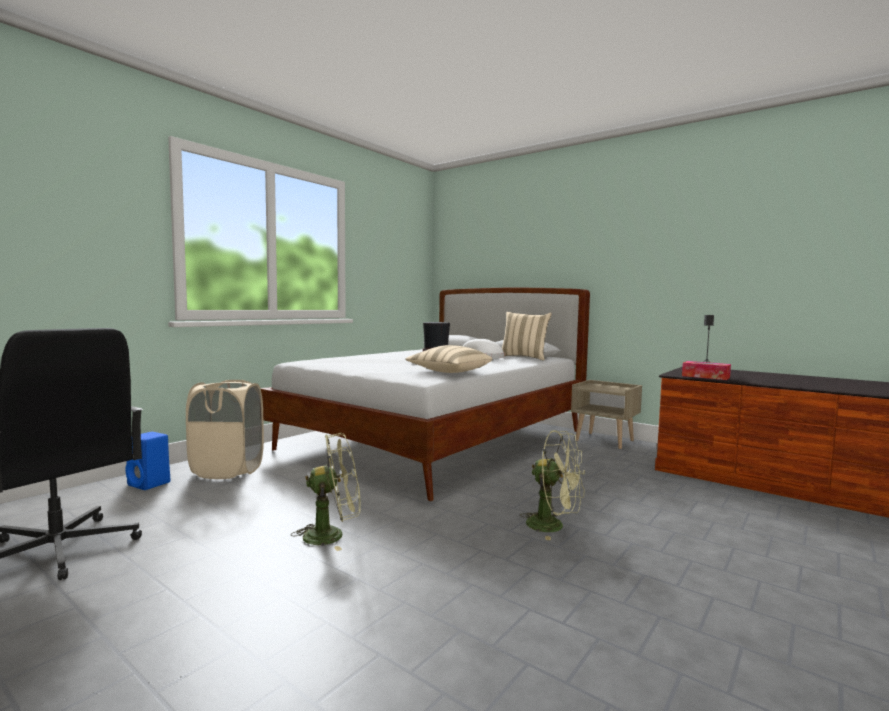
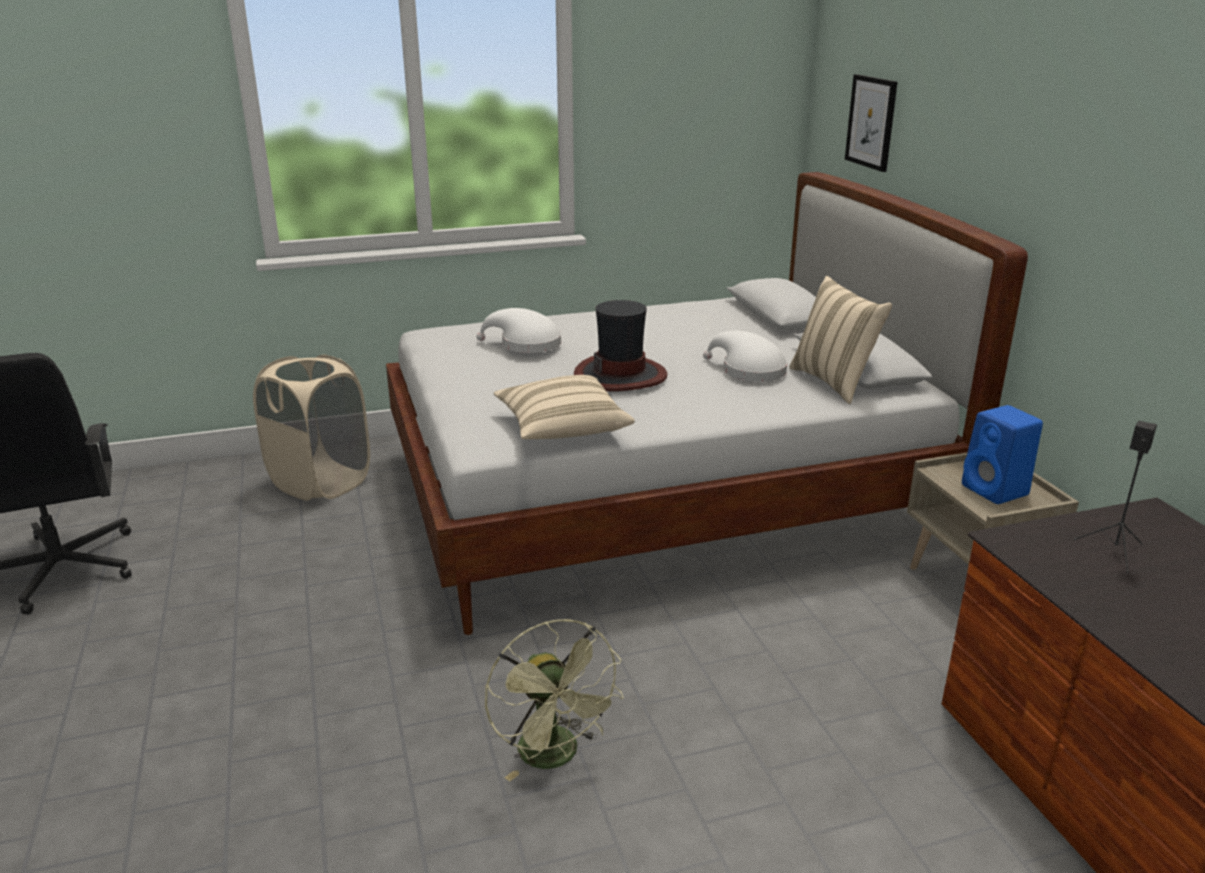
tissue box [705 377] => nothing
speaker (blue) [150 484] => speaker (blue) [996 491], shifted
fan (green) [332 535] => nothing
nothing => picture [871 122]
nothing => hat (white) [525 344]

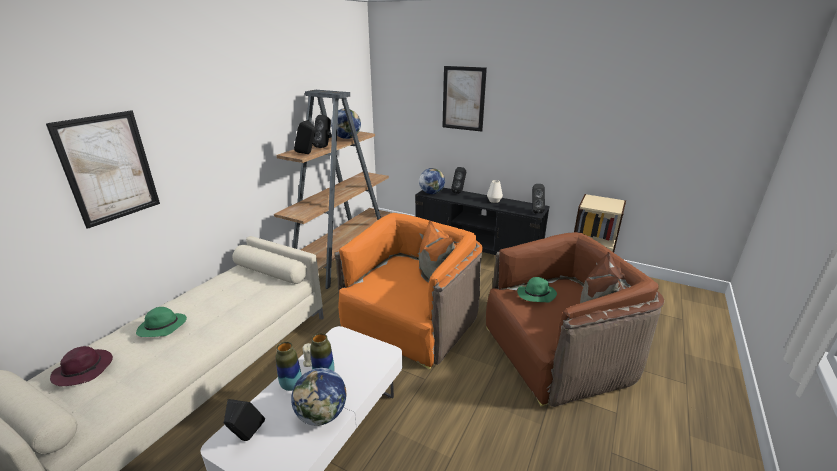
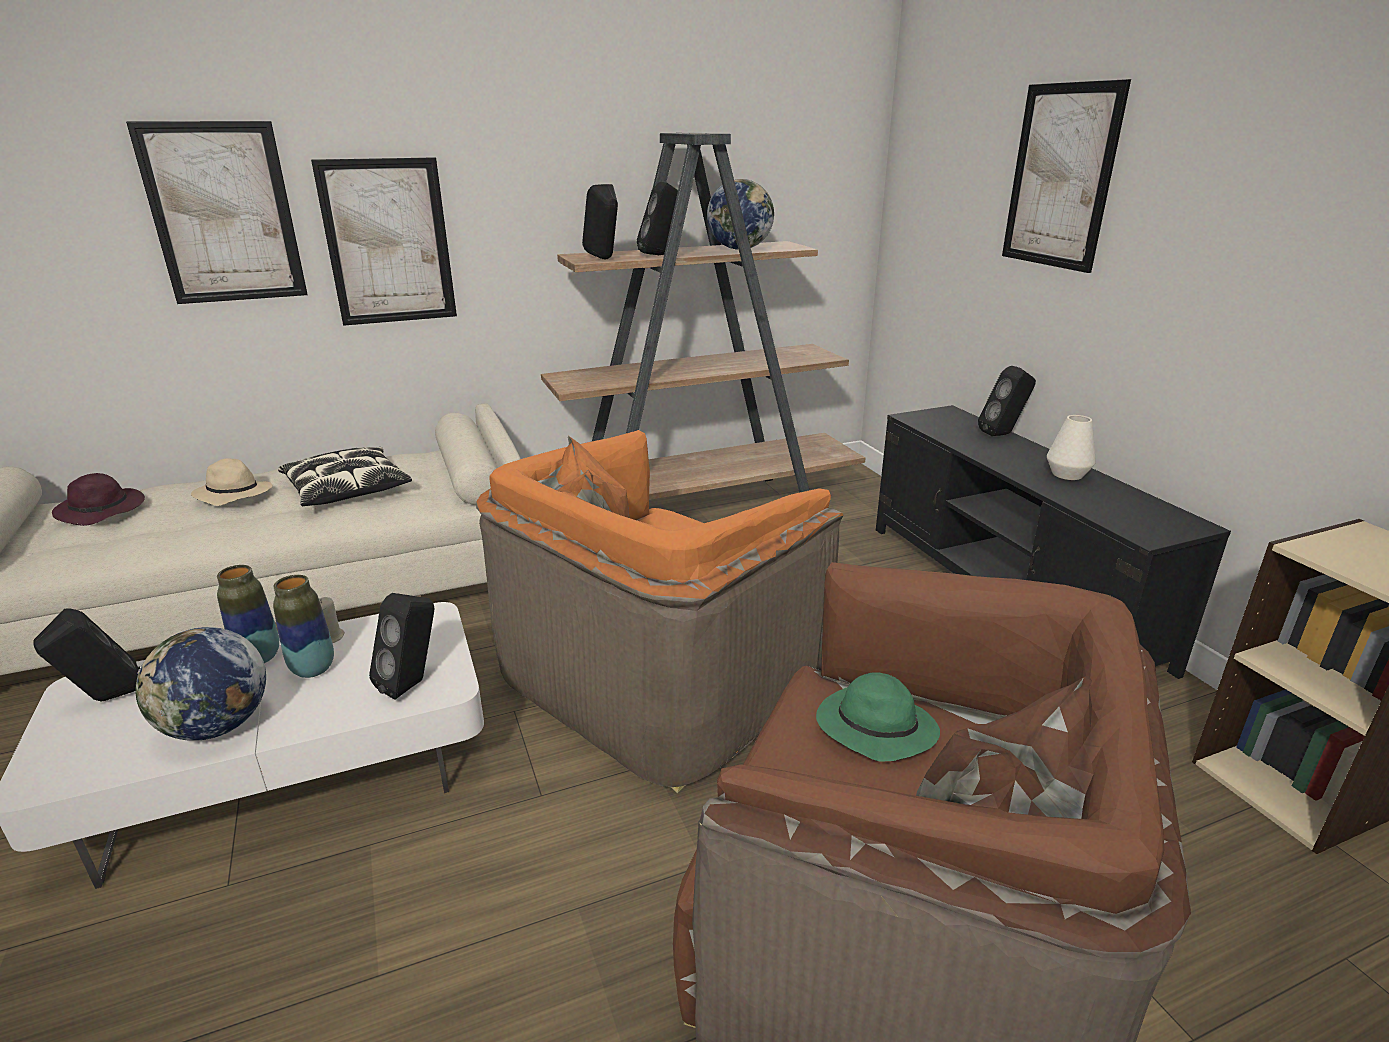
globe [431 193] => nothing
speaker (black) [535 211] => speaker (black) [413 684], shifted
armchair (orange) [411 321] => armchair (orange) [661 676], 150 degrees clockwise
hat (green) [161 327] => hat (beige) [232 494]
nothing => picture [388 242]
nothing => pillow [347 489]

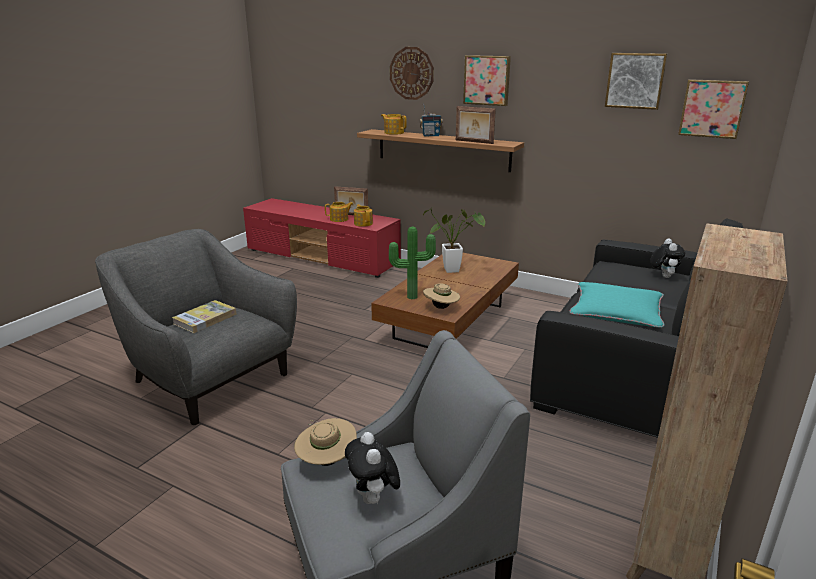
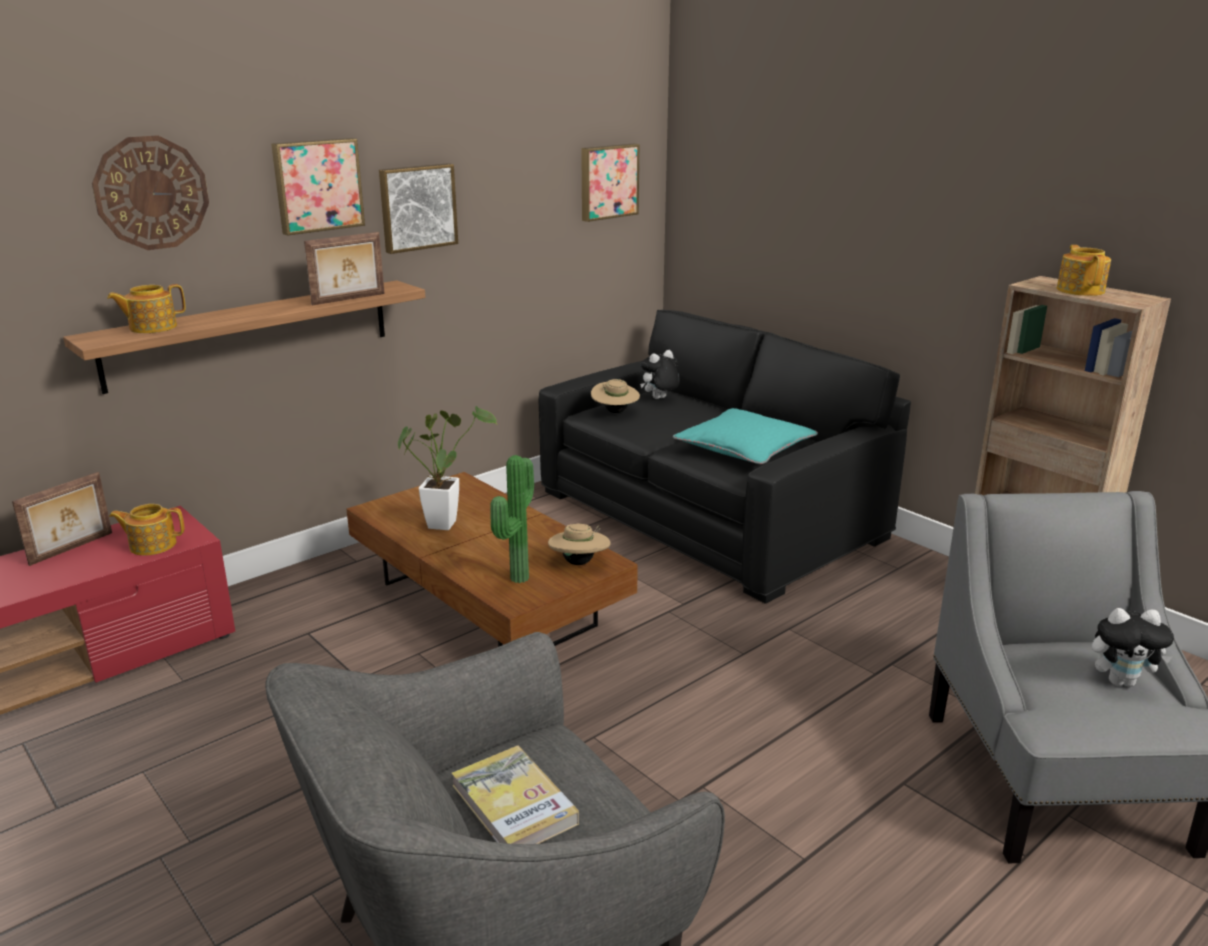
picture [635 80] => picture [417 207], shifted
radio [431 135] => nothing
teapot [339 219] => teapot [1080 290], shifted
plush toy [663 276] => plush toy [659 399], 60 degrees counterclockwise
hat (beige) [326 460] => hat (beige) [615 412], shifted

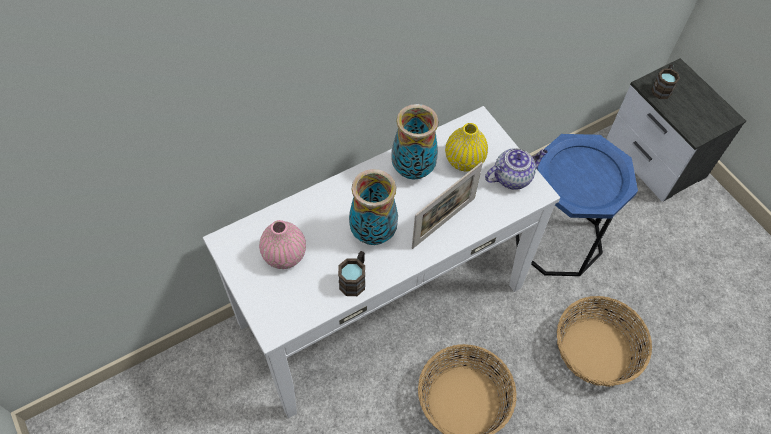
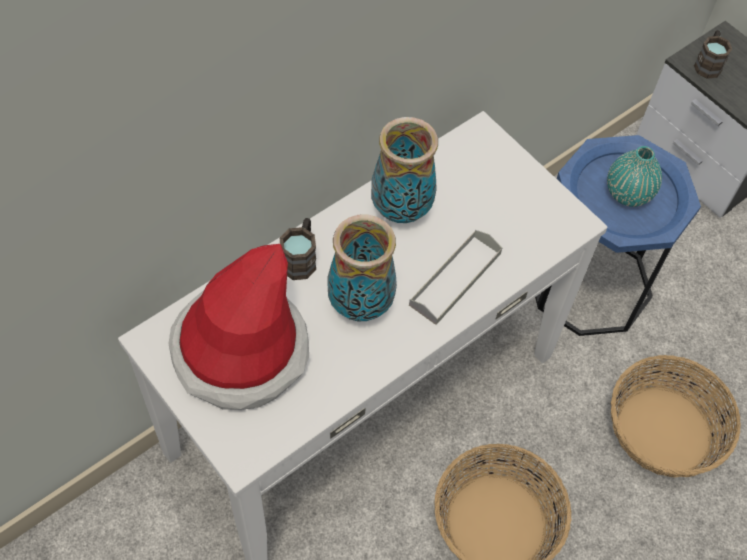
vase (yellow) [464 160] => nothing
teapot [512 177] => nothing
picture frame [443 222] => tray (grey) [455 279]
vase (pink) [284 255] => hat [240 350]
mug (brown) [354 279] => mug (brown) [301 258], shifted
nothing => vase (turquoise) [628 193]

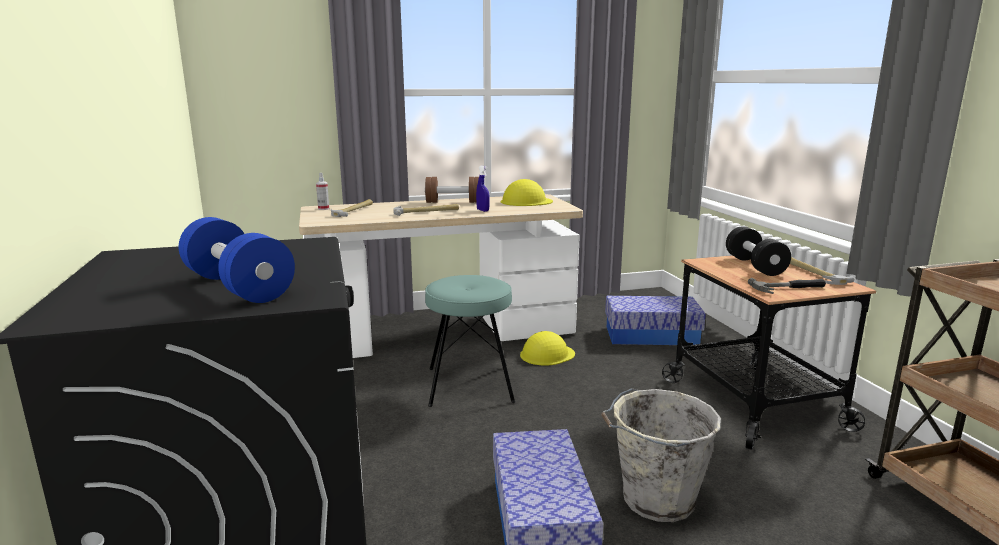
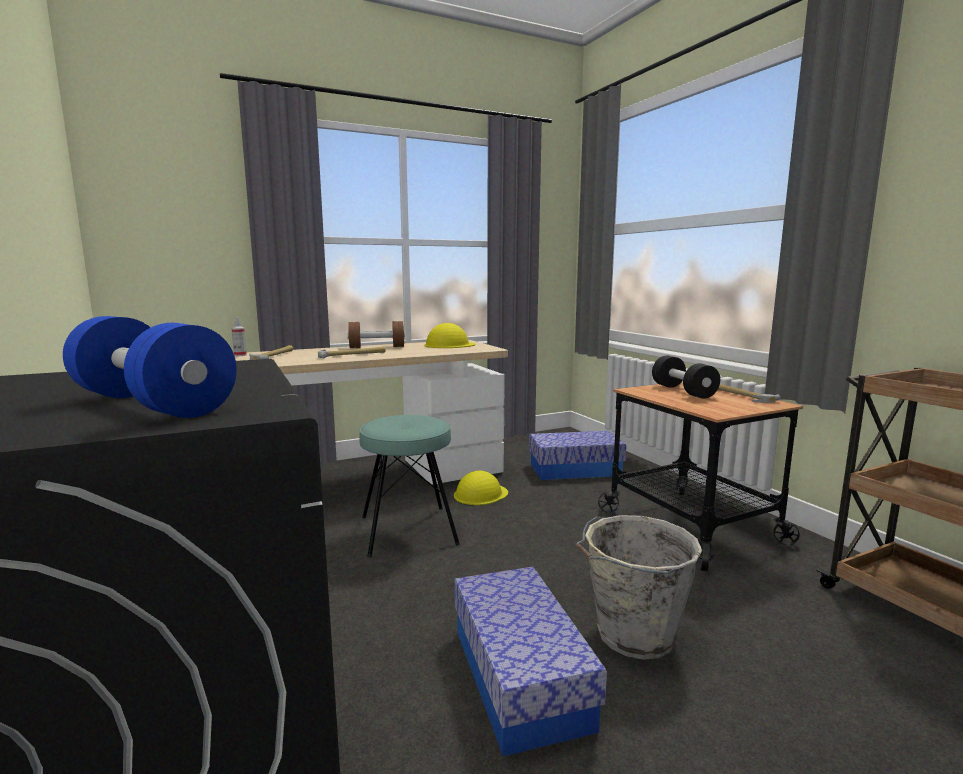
spray bottle (blue) [482 210] => nothing
hammer [789 288] => nothing

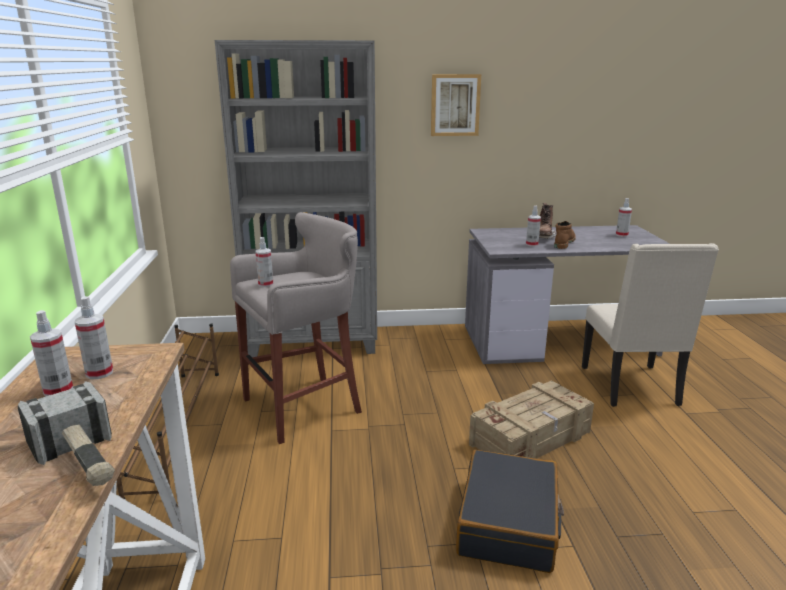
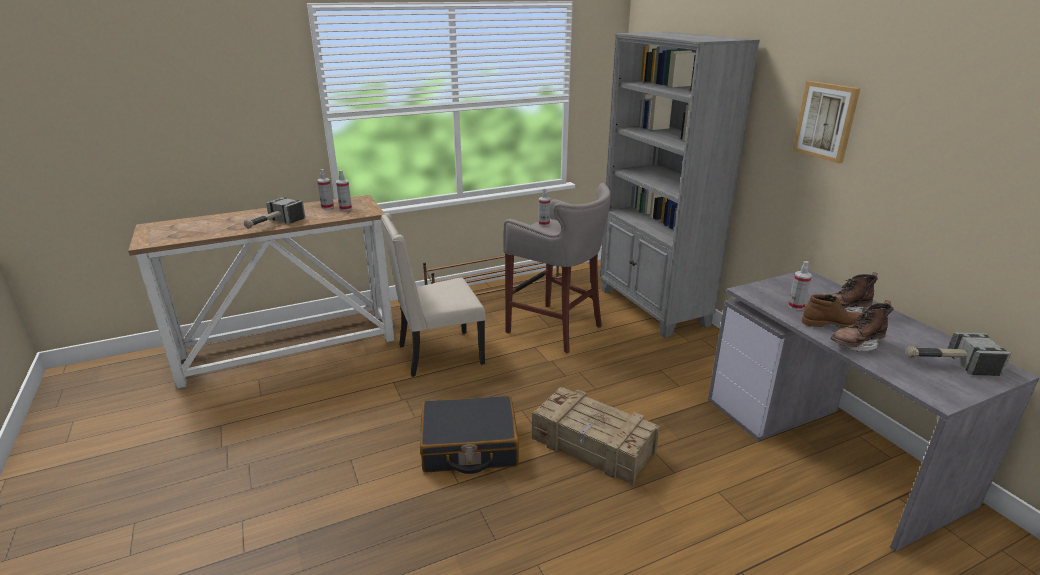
spray bottle [621 235] => hammer [947 364]
chair (beige) [631 387] => chair (beige) [438 354], shifted
nothing => boot (brown) [856 345]

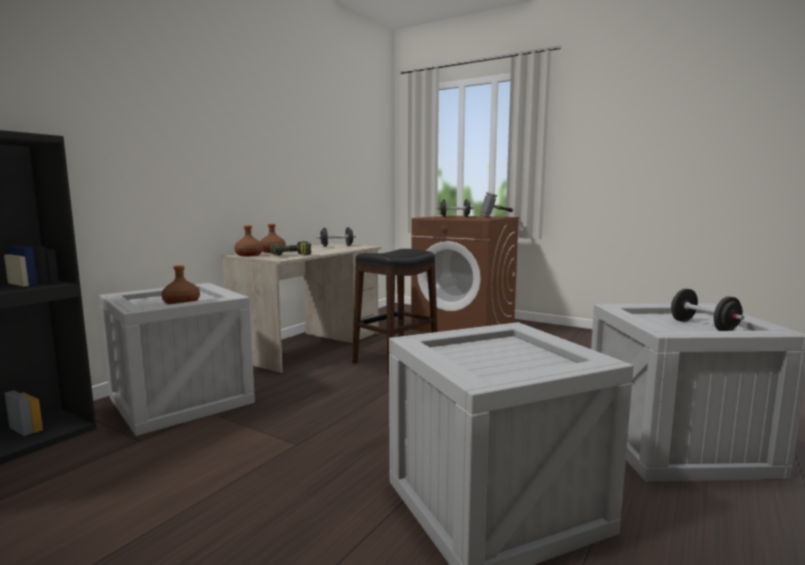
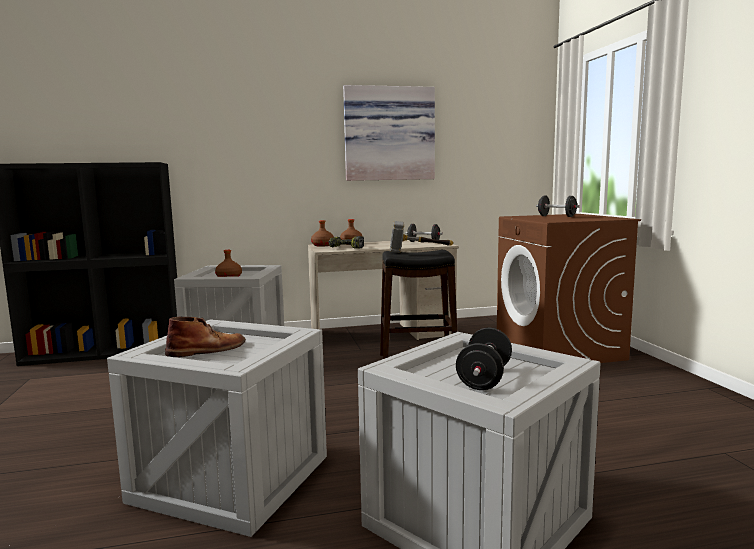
hammer [497 217] => hammer [418 252], shifted
nothing => picture [388 134]
nothing => boot (brown) [208 350]

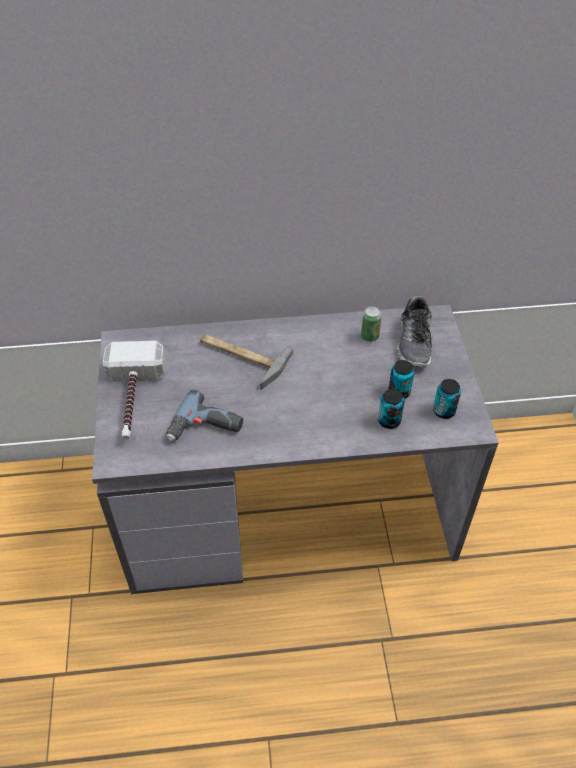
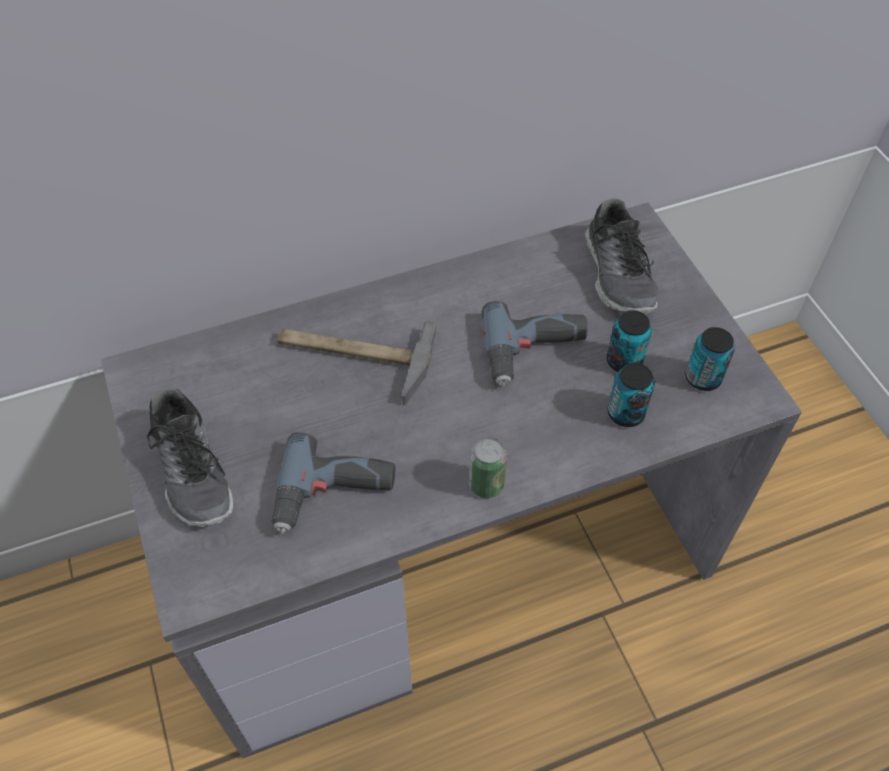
can [369 336] => can [486 484], shifted
hammer [133 400] => shoe [193 471]
nothing => power drill [535 352]

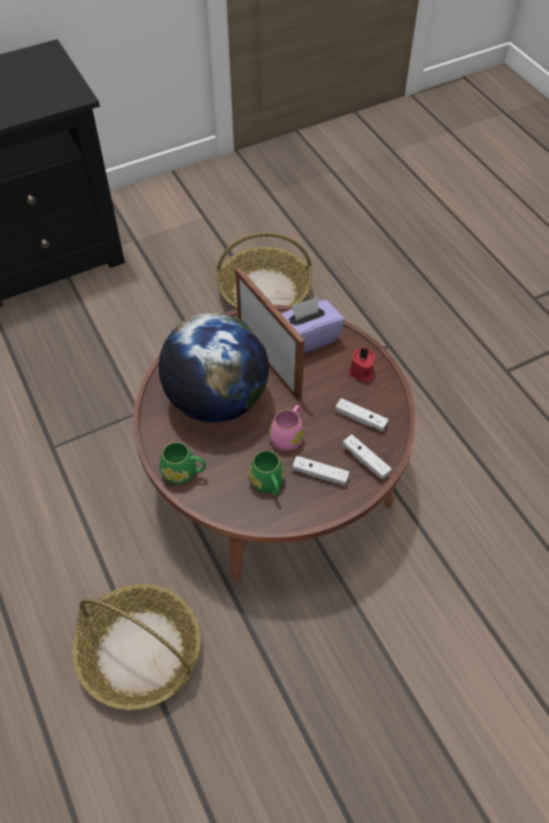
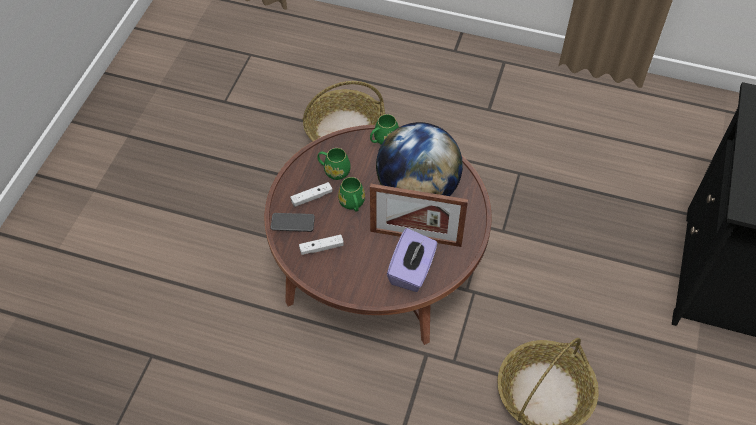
candle (red) [361 372] => nothing
mug (pink) [288 436] => mug (green) [352 204]
game controller (white) [366 460] => phone [292 223]

